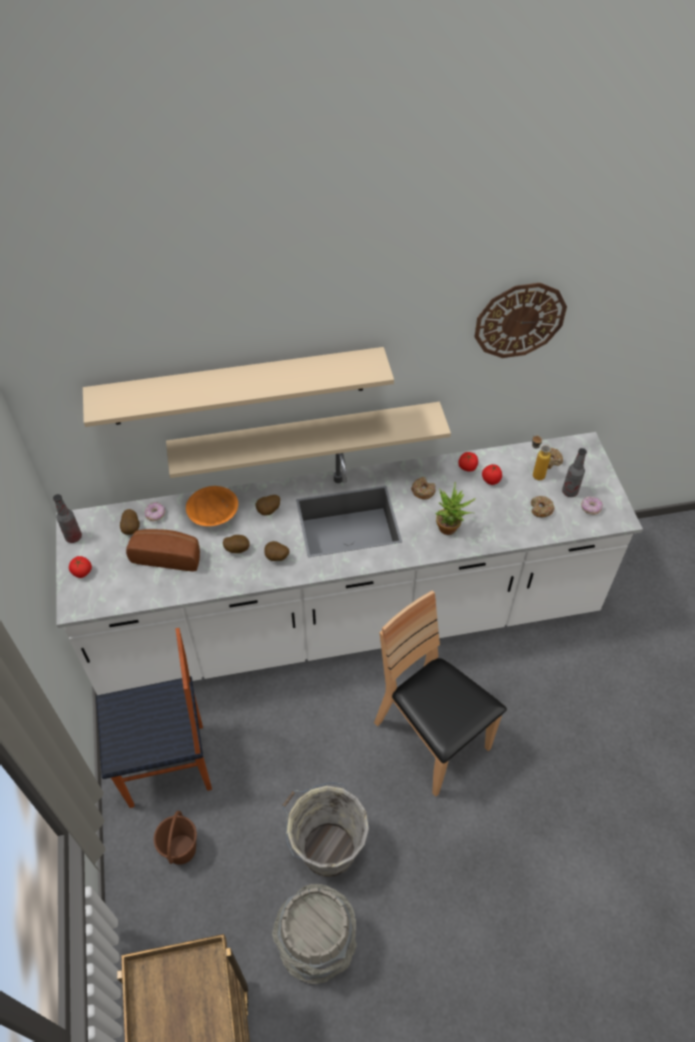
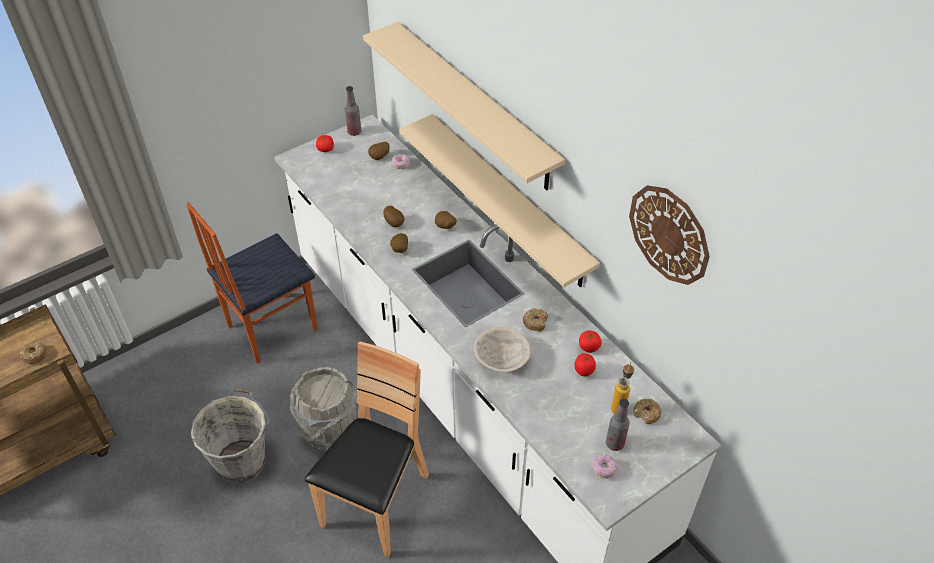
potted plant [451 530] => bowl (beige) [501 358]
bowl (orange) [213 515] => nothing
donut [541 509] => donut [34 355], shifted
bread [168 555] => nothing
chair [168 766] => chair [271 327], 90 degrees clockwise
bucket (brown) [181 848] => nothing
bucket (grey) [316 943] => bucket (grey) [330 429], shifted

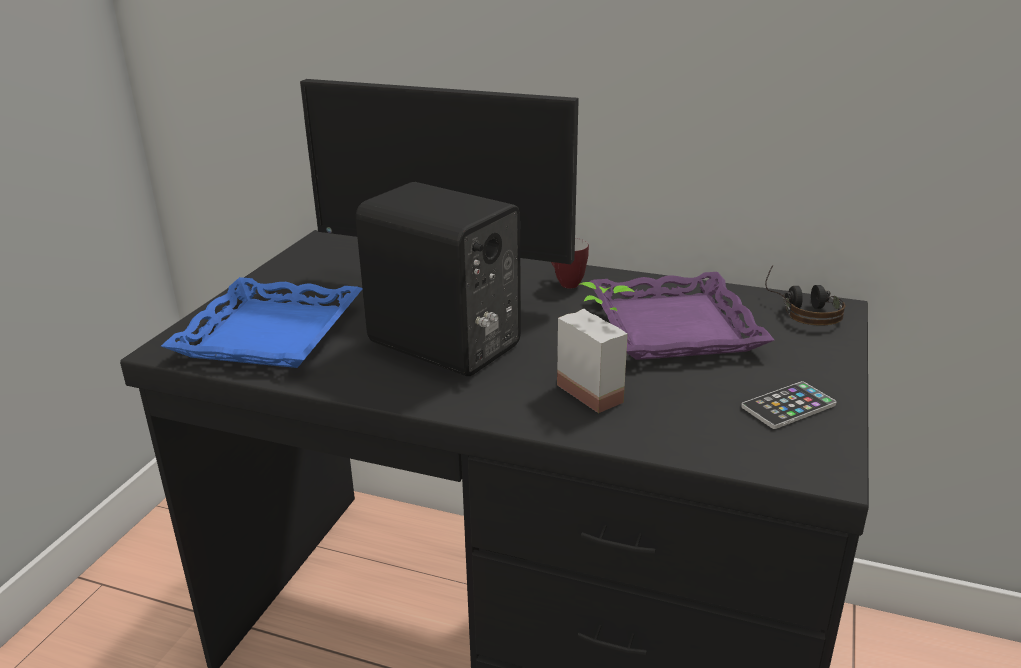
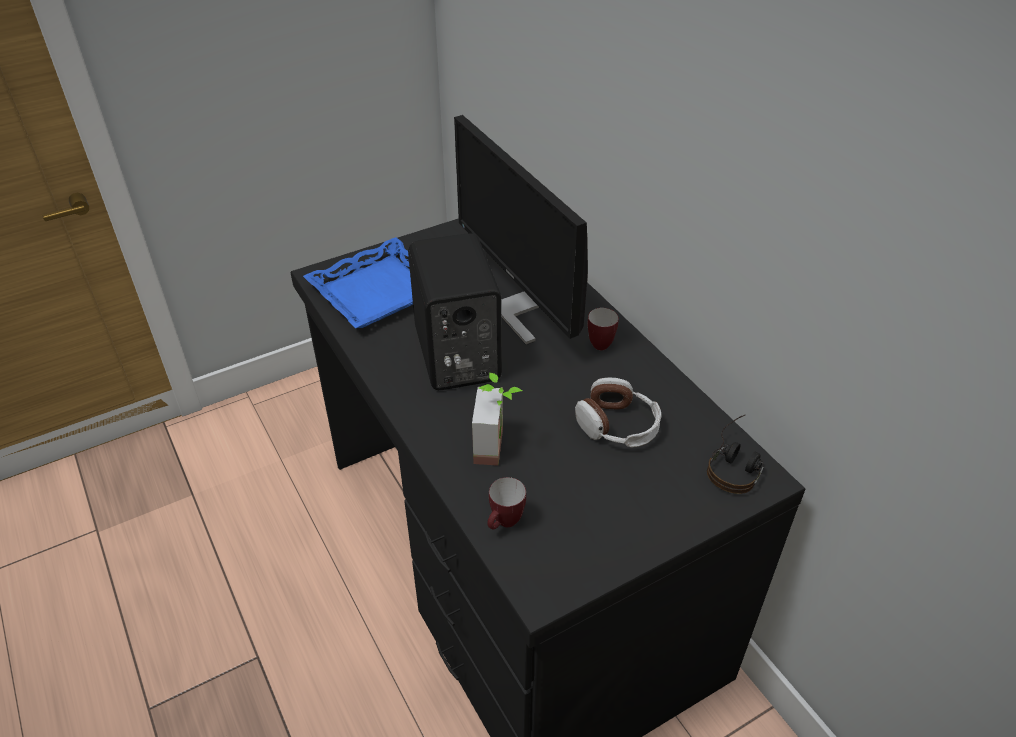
tray (purple) [675 327] => headphones [618 425]
phone [788 406] => nothing
nothing => mug [504 524]

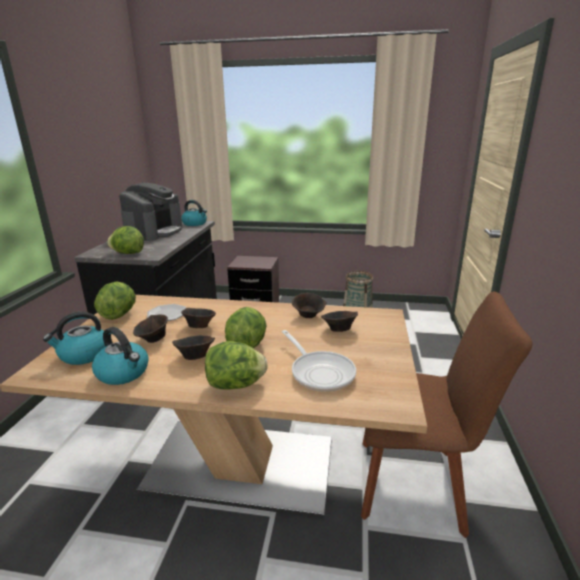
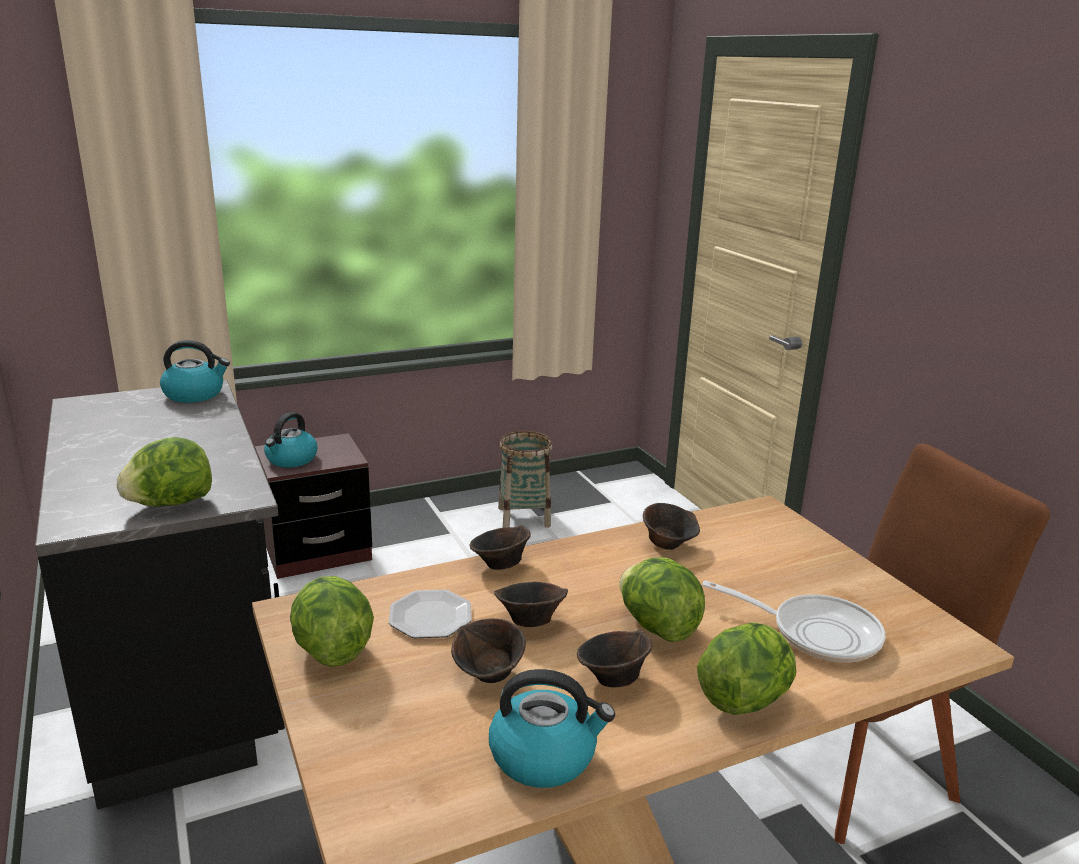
coffee machine [154 232] => nothing
bowl (brown) [338 330] => bowl (brown) [499 564], shifted
kettle [83 355] => kettle [291 459], shifted

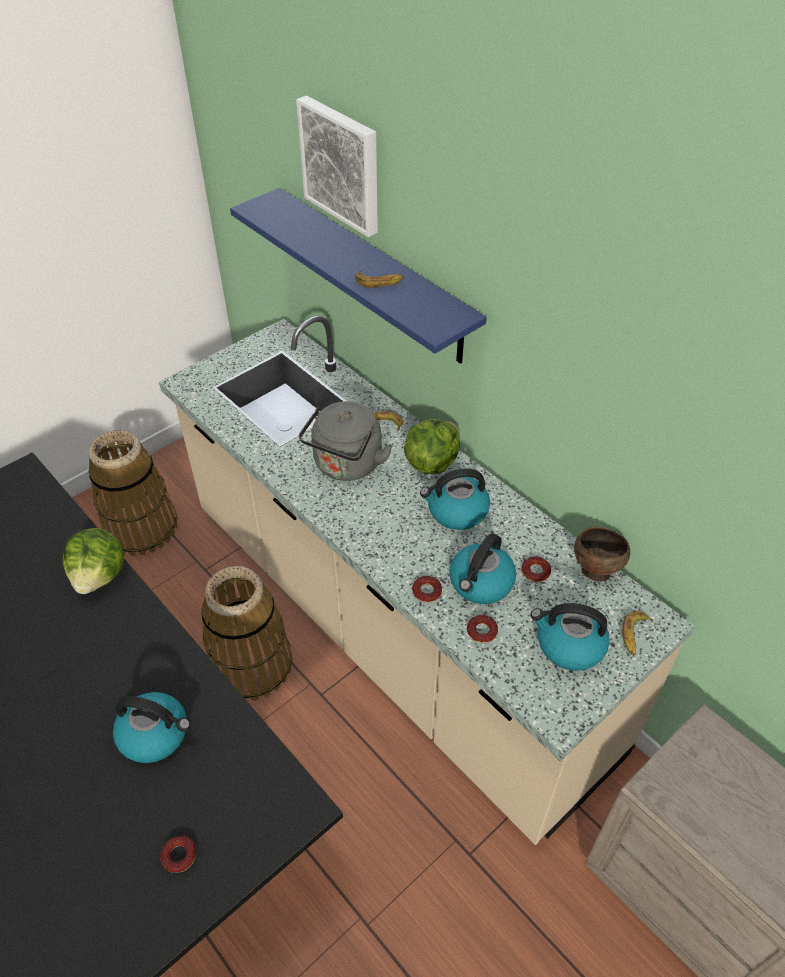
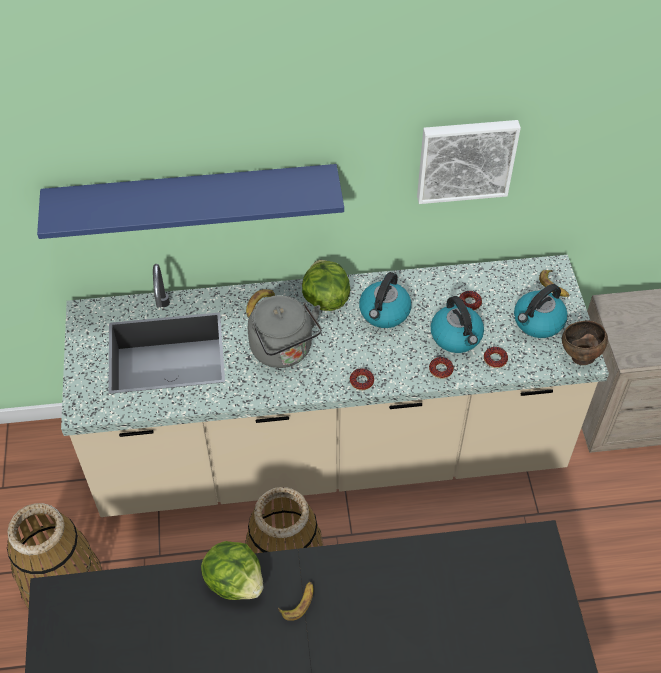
picture [342 165] => picture [465 159], shifted
banana [379 282] => banana [299 602], shifted
bowl (brown) [595 570] => bowl (brown) [579 356], shifted
kettle [155 734] => nothing
donut [179 855] => donut [361 381], shifted

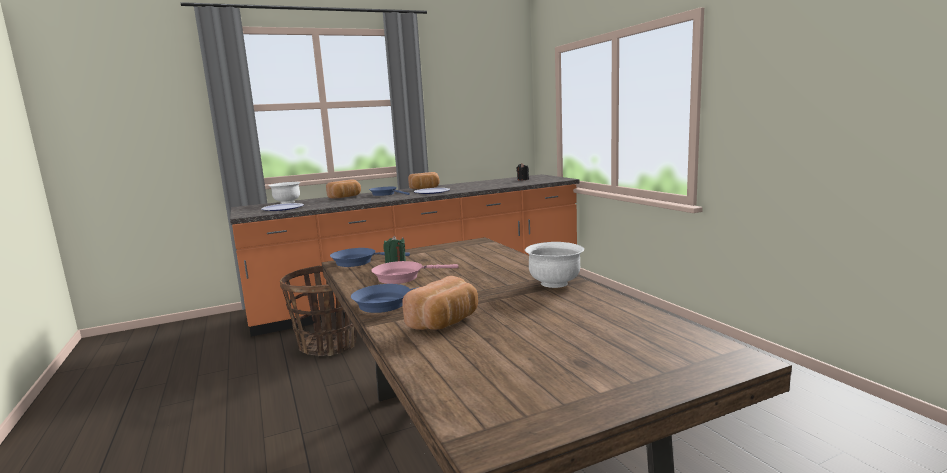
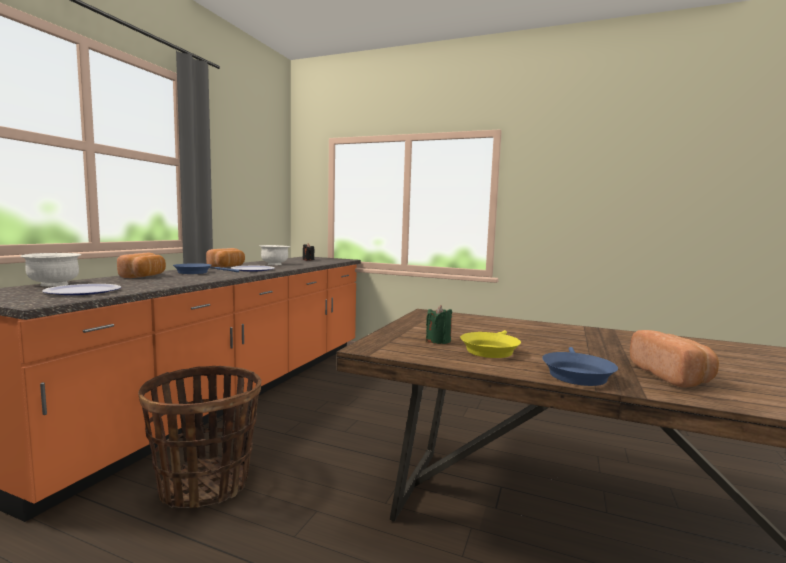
bowl (white) [555 283] => bowl (white) [274 264], shifted
frying pan (blue) [358 262] => nothing
frying pan (pink) [403 277] => frying pan (yellow) [490 350]

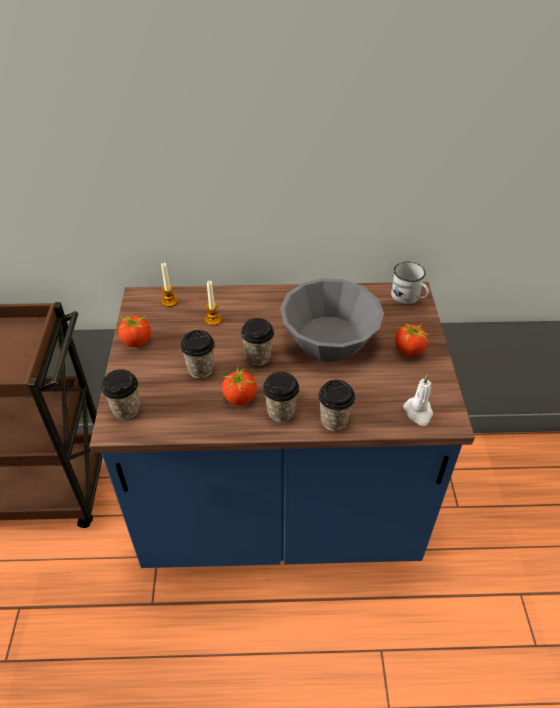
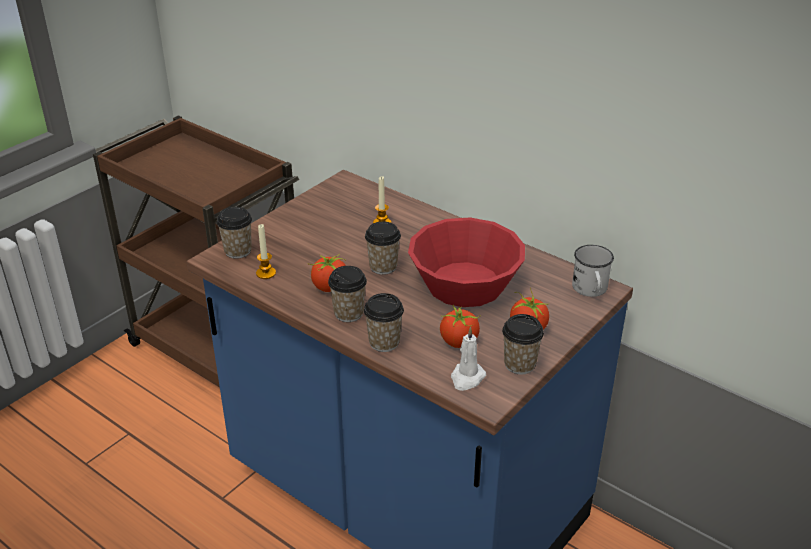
candle [169 301] => candle [266 273], shifted
bowl (grey) [330 337] => bowl (red) [465 284]
tomato [137 341] => tomato [459 342], shifted
cup [200 369] => cup [519 364], shifted

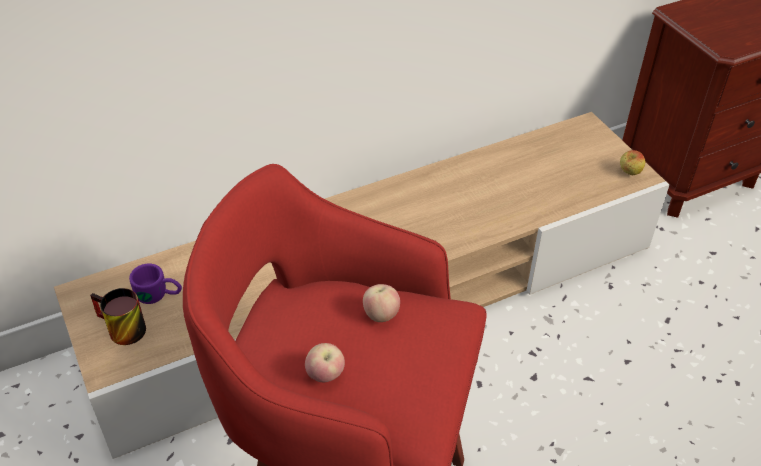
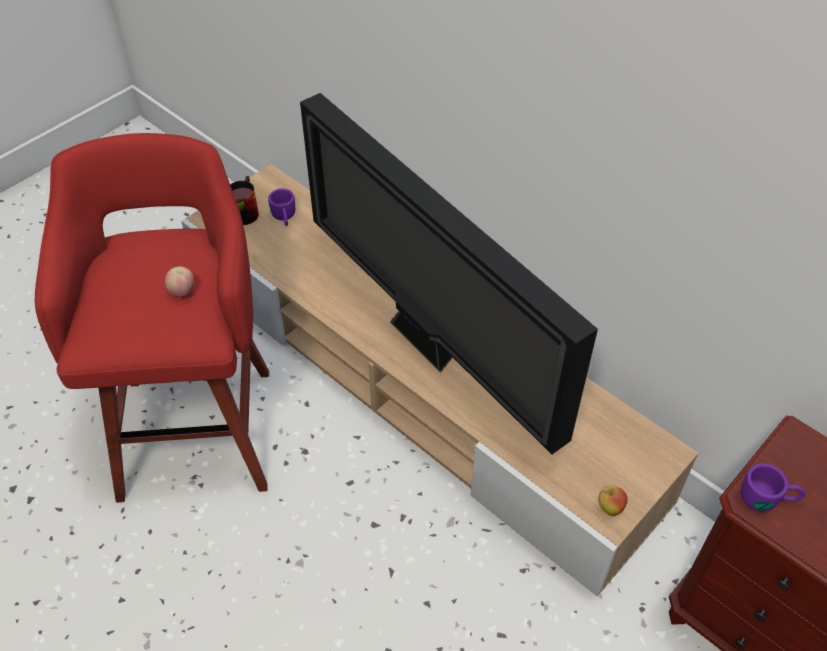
apple [325 375] => nothing
nothing => television [427 345]
nothing => mug (purple) [768 499]

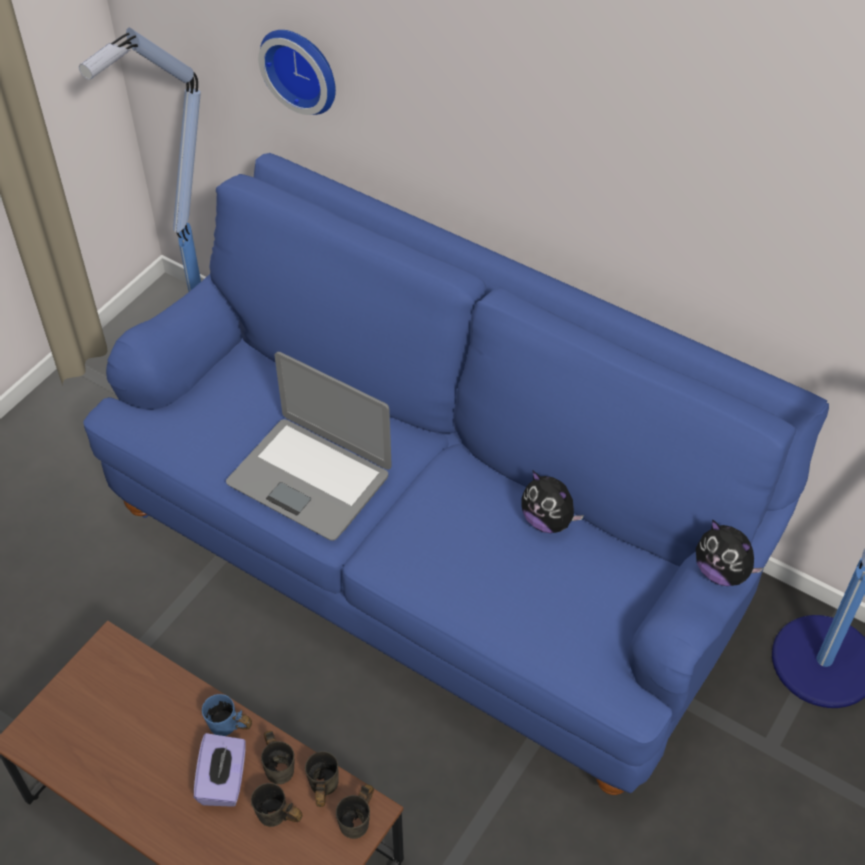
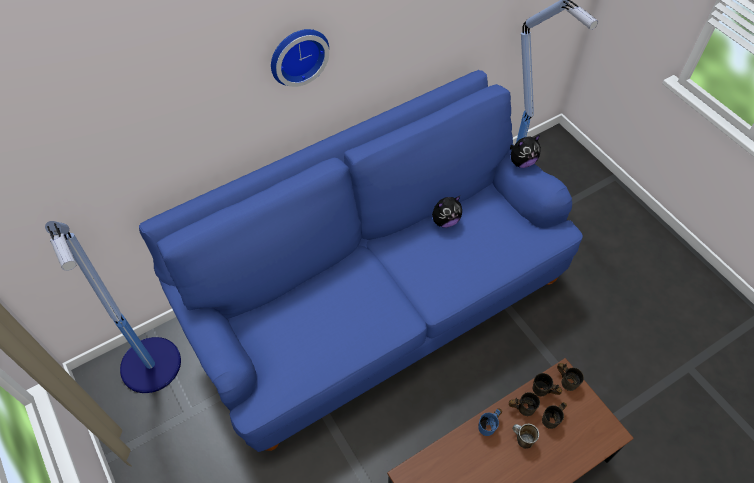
wall clock [302 68] => wall clock [297 54], shifted
laptop [310 478] => nothing
tissue box (purple) [223 781] => mug [521 439]

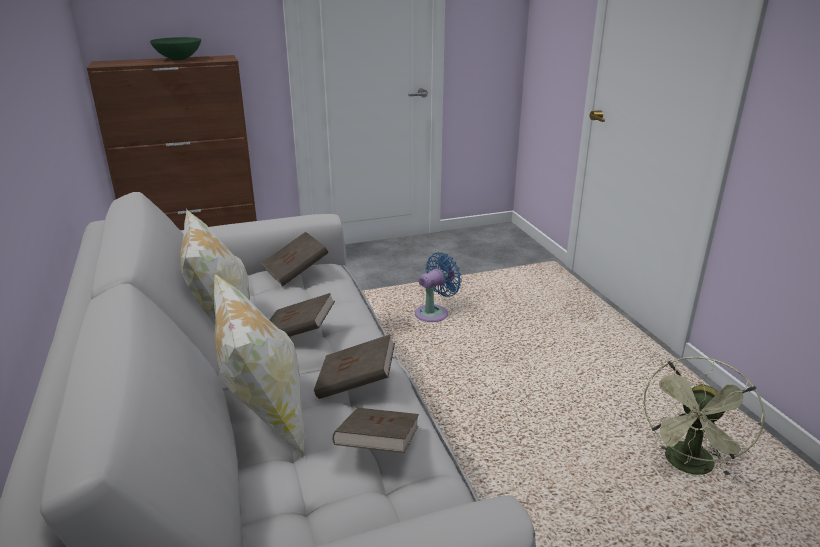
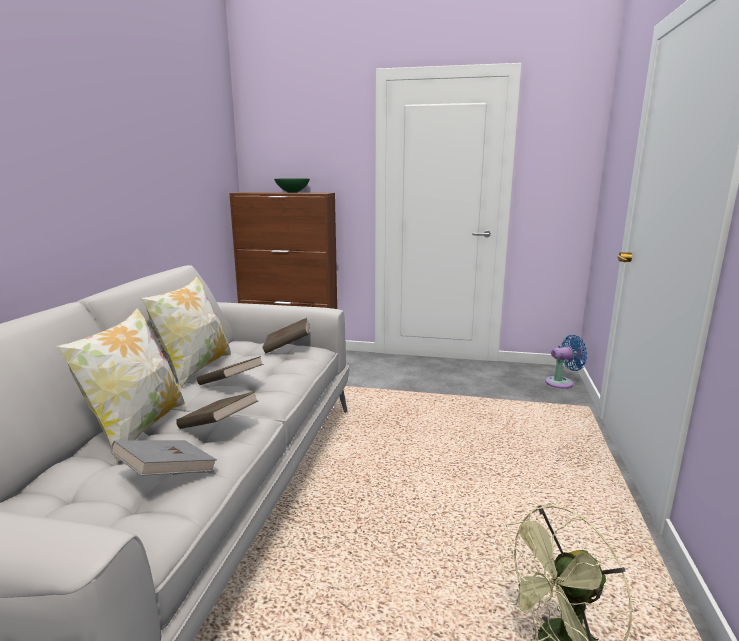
fan (blue) [434 313] => fan (blue) [562 382], shifted
book (brown) [378 447] => book (grey) [167 474]

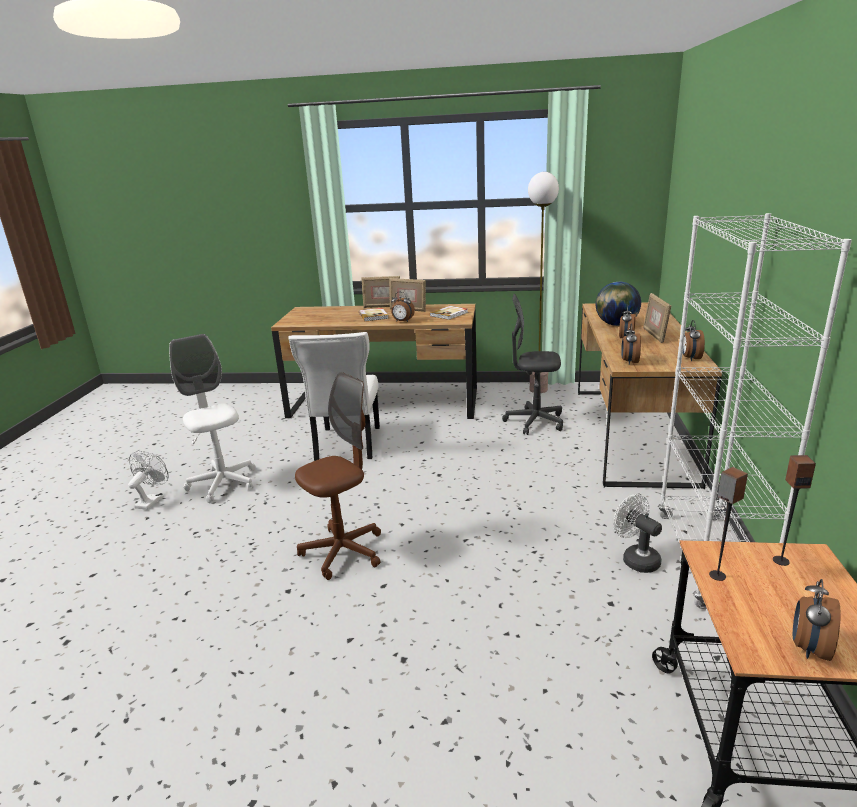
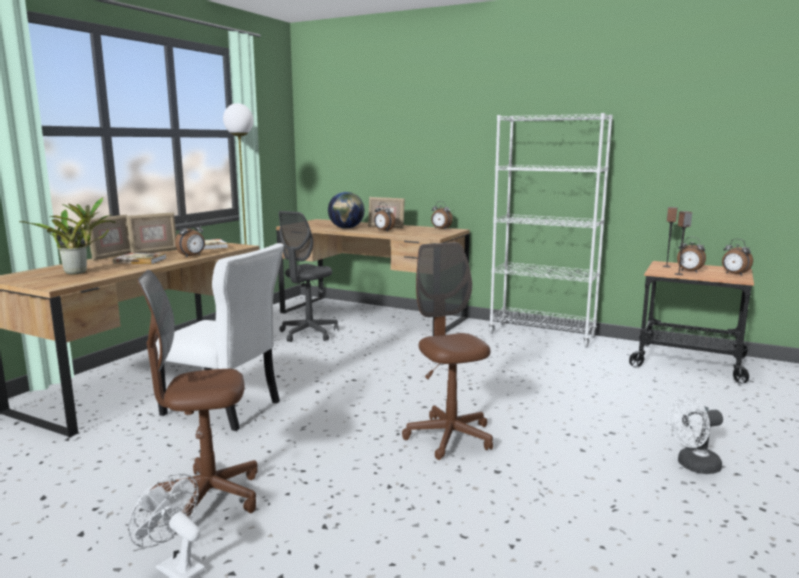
alarm clock [629 362] => alarm clock [689 271], shifted
office chair (white) [223 483] => office chair (brown) [207 498]
fan (white) [636 559] => fan (white) [693 466], shifted
nothing => potted plant [79 272]

